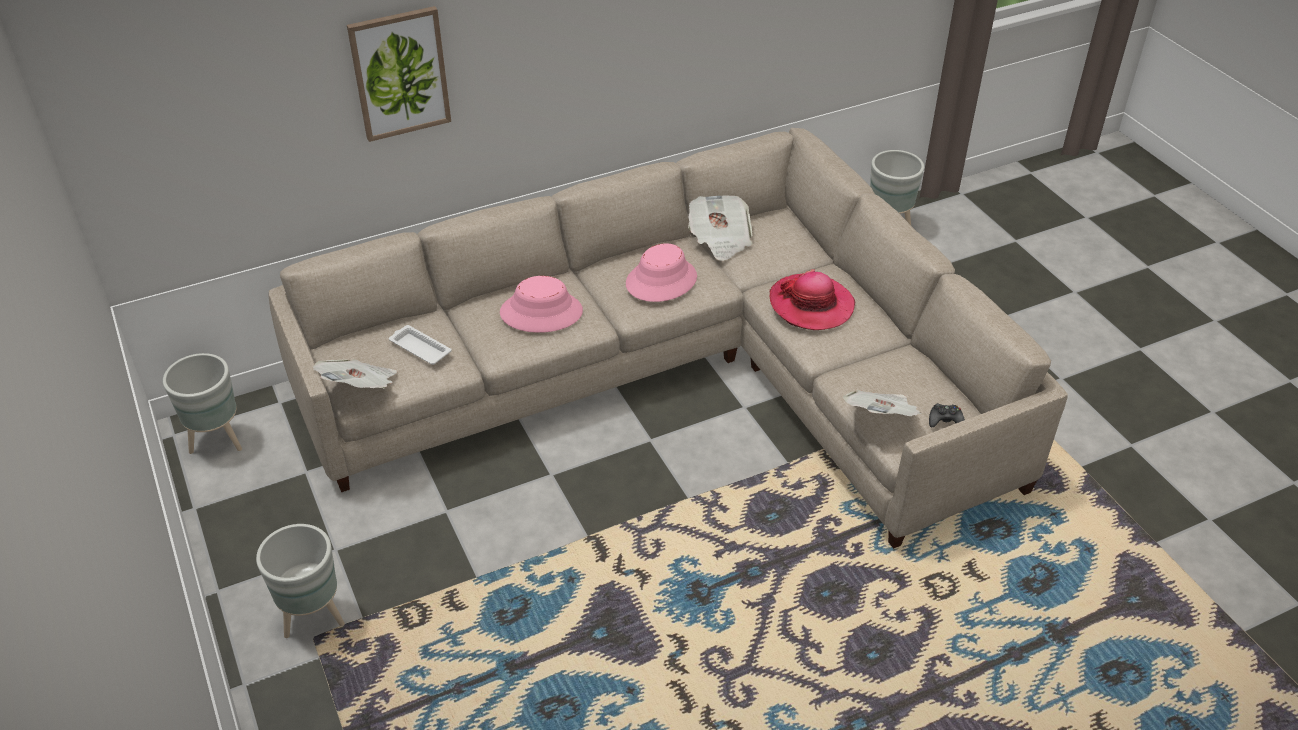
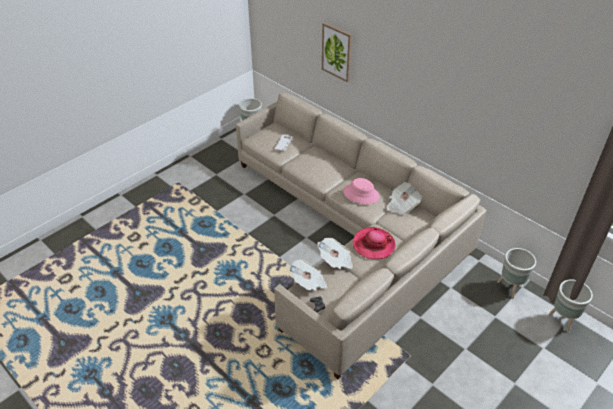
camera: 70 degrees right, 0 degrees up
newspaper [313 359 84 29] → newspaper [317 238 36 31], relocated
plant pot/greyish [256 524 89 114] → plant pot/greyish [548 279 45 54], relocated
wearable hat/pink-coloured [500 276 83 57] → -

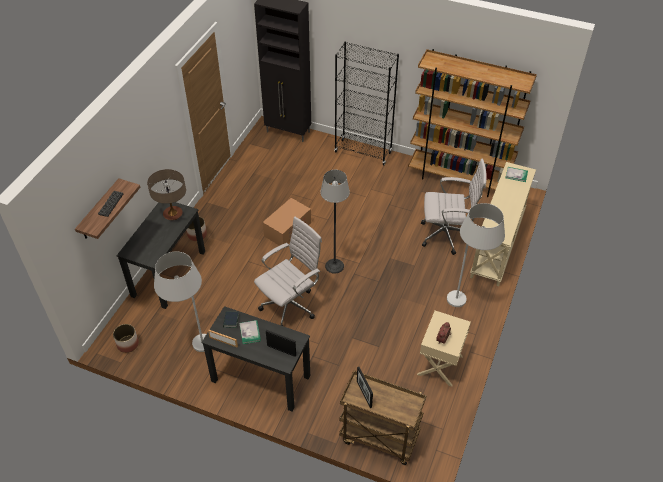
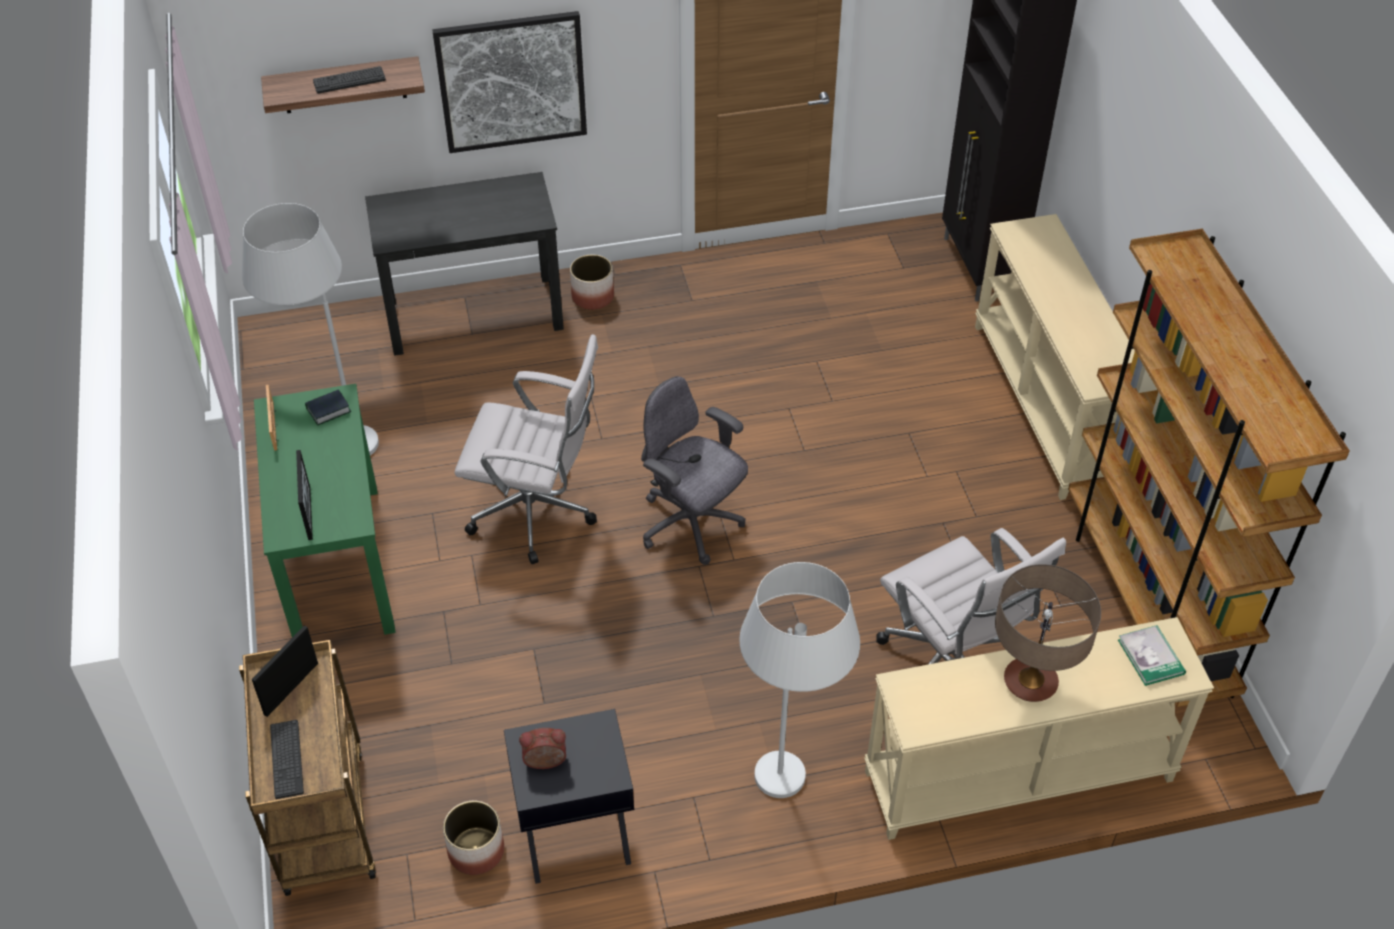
camera: 55 degrees right, 0 degrees up
desk table/black-coloured [201 306 109 106] → desk table/greenish [254 384 142 253]
- → PC keyboard [270 720 34 79]
- → wall art [432 11 155 142]
plant pot [113 324 26 29] → plant pot [443 801 61 74], relocated
nightstand/beige-coloured [417 311 54 76] → nightstand/black-coloured [504 709 130 175]
standing lamp [320 170 30 104] → office chair/greyish [641 376 107 189]
bookcase/black-coloured [334 41 65 125] → hall table/beige-coloured [975 214 160 286]
tabletop lamp [147 169 39 52] → tabletop lamp [995 564 106 138], relocated
volume [239 320 22 24] → -
carton [263 198 48 48] → -

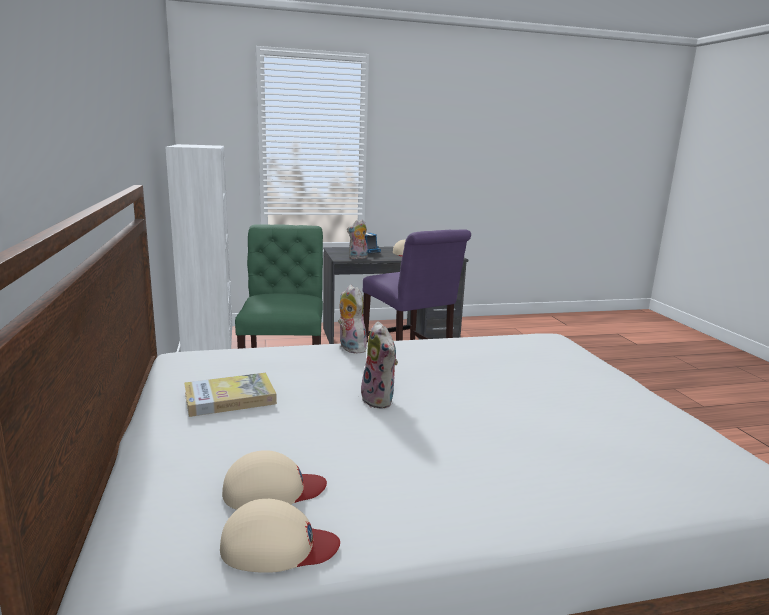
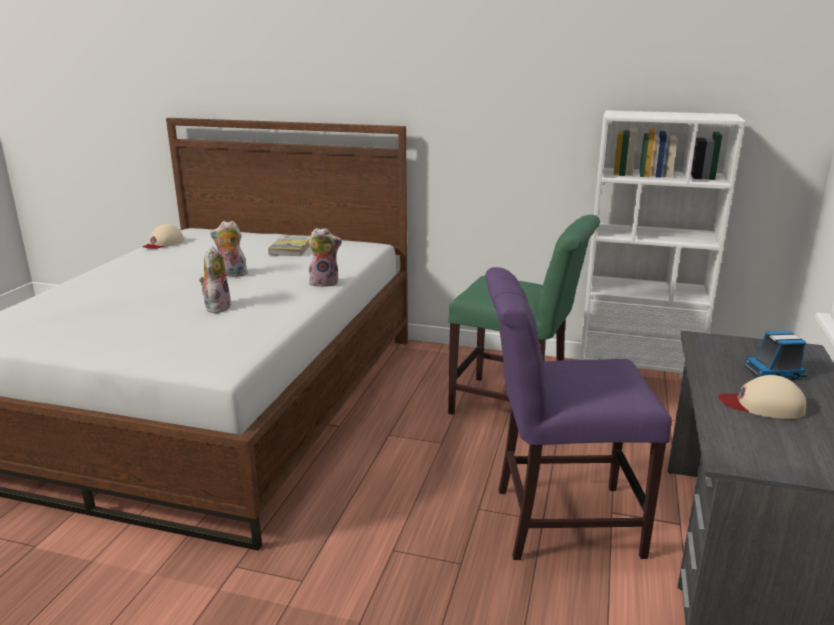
camera: 120 degrees right, 5 degrees up
plush toy [347 220 21 39] → plush toy [199 247 32 66], relocated
baseball cap/beige-coloured [222 450 105 60] → -

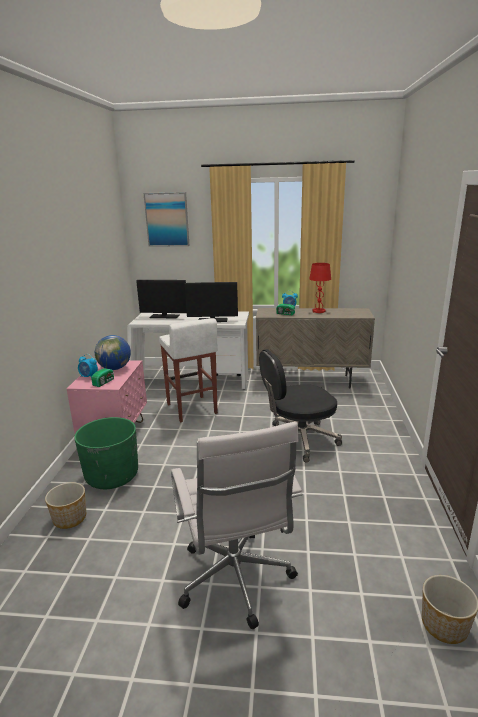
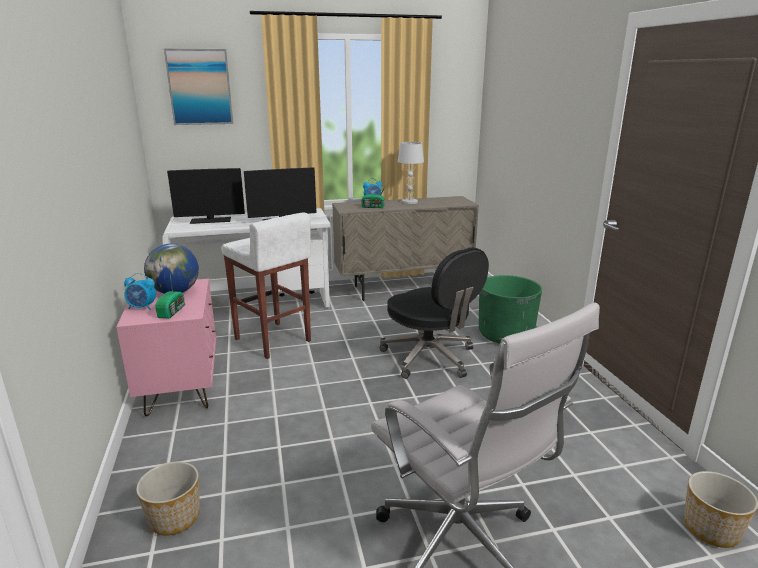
camera: 20 degrees left, 0 degrees up
office chair/black-coloured [259 349 83 114] → office chair/black-coloured [380 247 109 132], 90 degrees counterclockwise
tabletop lamp/reddish [309 263 22 50] → tabletop lamp/white-coloured [397 142 27 62]
plant pot/greenish [74 417 64 72] → plant pot/greenish [479 275 63 69], relocated

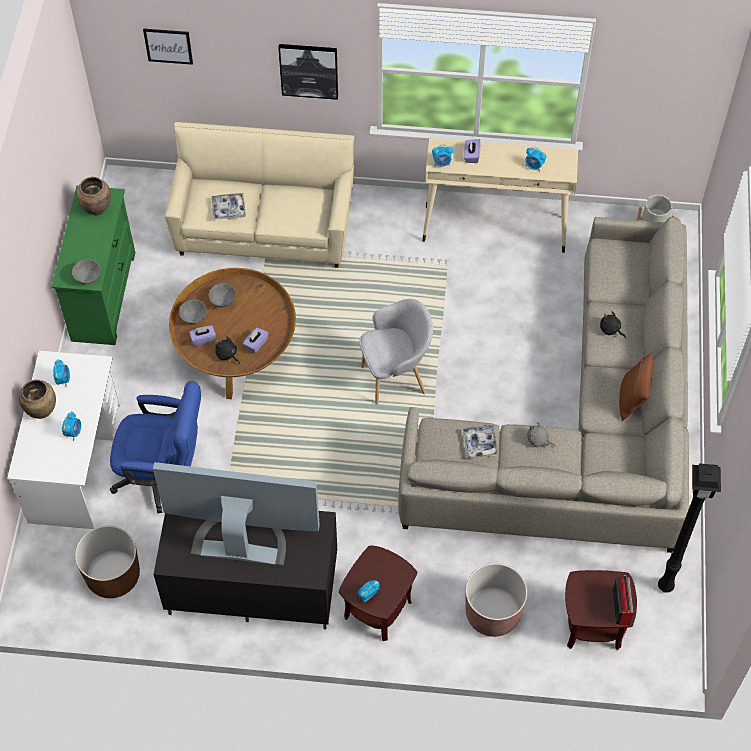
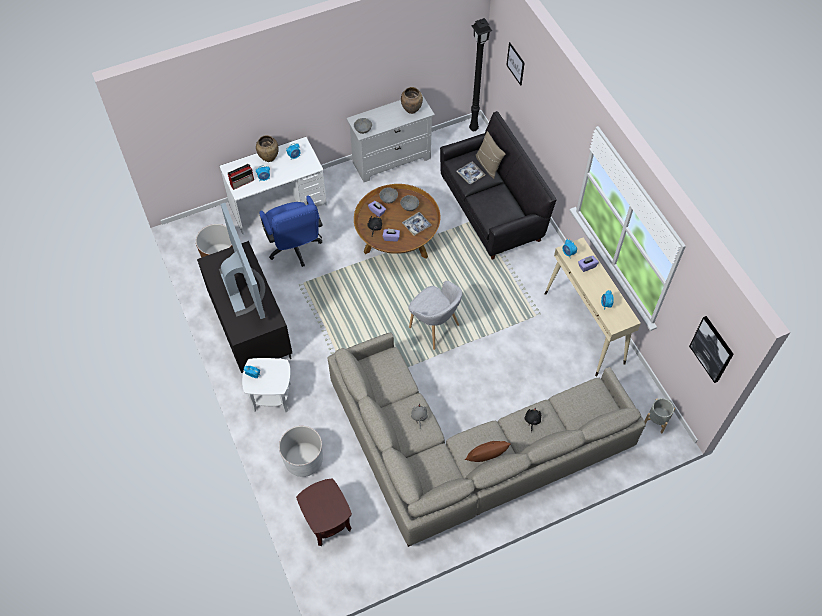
camera: 60 degrees right, 0 degrees up
radio set [612 575 22 50] → radio set [228 164 26 26], relocated
accent table/brown-coloured [339 545 78 96] → accent table/white-coloured [242 358 49 55]
plant pot/brown-coloured [465 563 62 74] → plant pot/white-coloured [279 426 44 51]
chest of drawers/greenish [51 185 85 160] → chest of drawers/white-coloured [346 93 89 89]
serving tray [461 425 38 33] → serving tray [402 212 30 24], relocated
couch/beige-coloured [165 122 189 146] → couch/black-coloured [440 111 117 149]
standing lamp/black-coloured [658 463 63 129] → standing lamp/black-coloured [469 18 23 113], relocated
- → throw pillow/beige-coloured [476 131 29 48]
wall art [278 44 60 56] → wall art [689 316 45 67], relocated

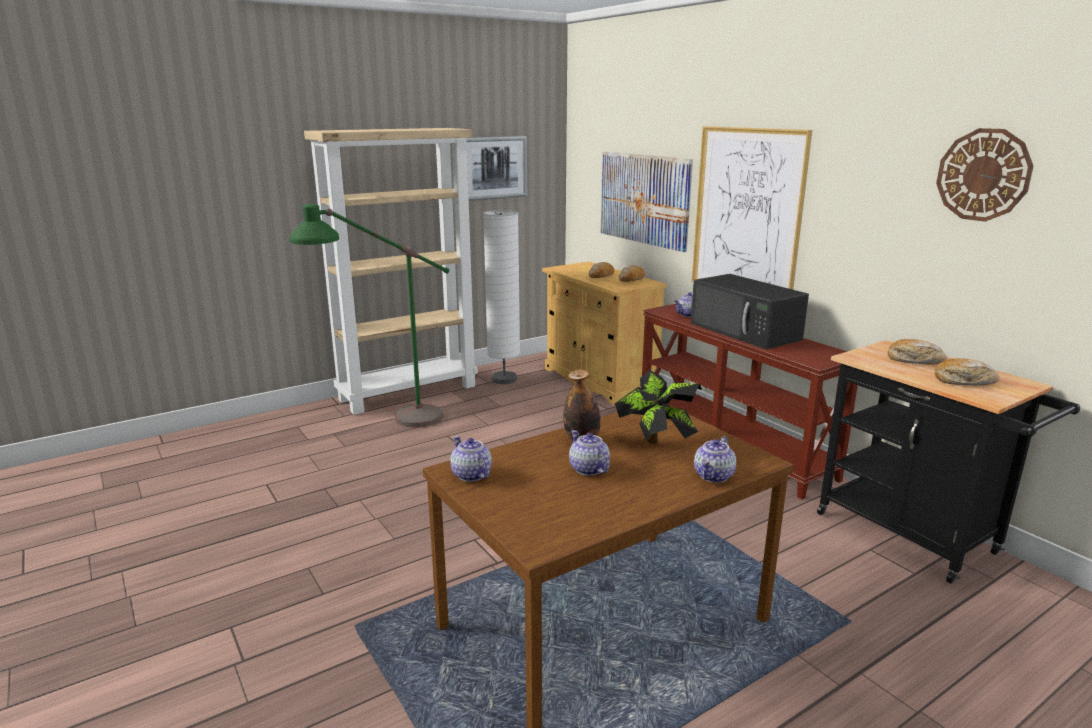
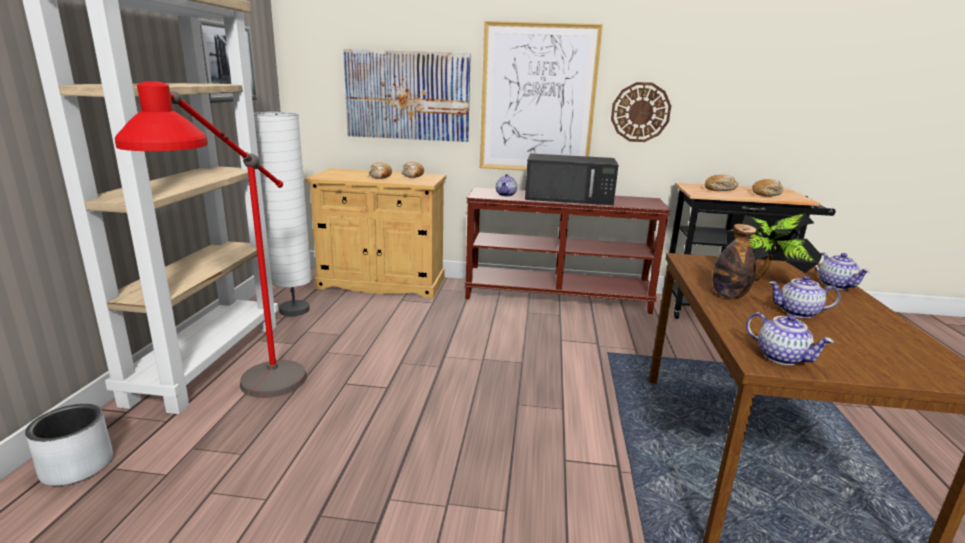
camera: 50 degrees left, 0 degrees up
- → plant pot/greyish [25 404 88 82]
standing lamp/greenish [290 204 160 223] → standing lamp/reddish [115 81 192 317]
clock on the wall [936 128 97 94] → clock on the wall [611 82 60 60], relocated
pot for tea [450 436 42 46] → pot for tea [746 312 88 53], 135 degrees counterclockwise

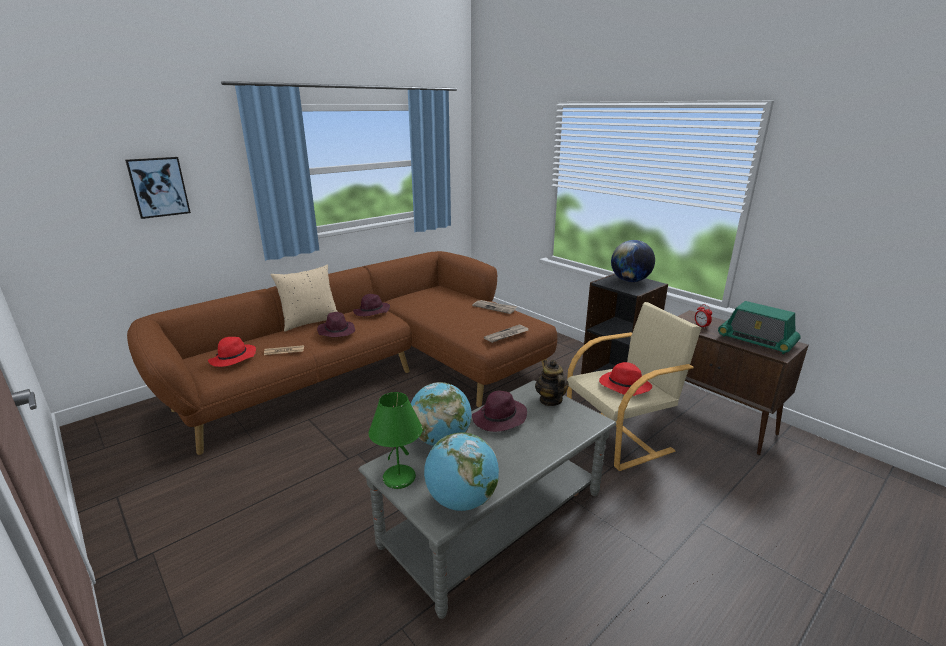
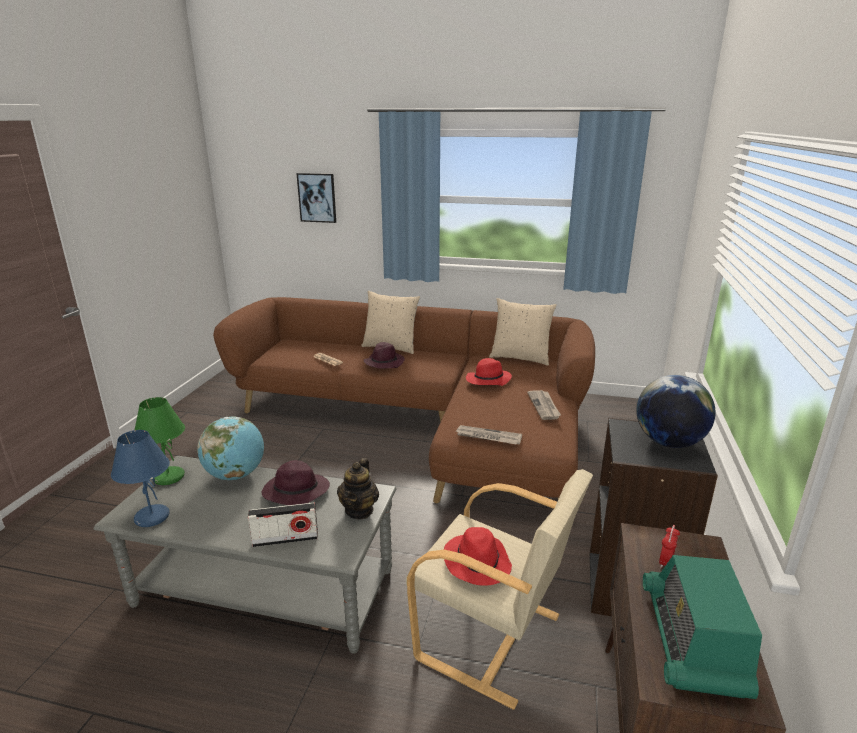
camera: 55 degrees right, 0 degrees up
desk globe [424 433 75 78] → tabletop lamp/blue-coloured [111 430 59 97]
- → radio set [248 502 70 45]
pot for tea [535 360 34 46] → pot for tea [337 458 42 61], 150 degrees clockwise
wearable hat/reddish [208 337 48 30] → wearable hat/reddish [466 358 46 28], relocated
- → throw pillow/beige-coloured [489 298 68 68]
wearable hat/purple [353 294 37 22] → -

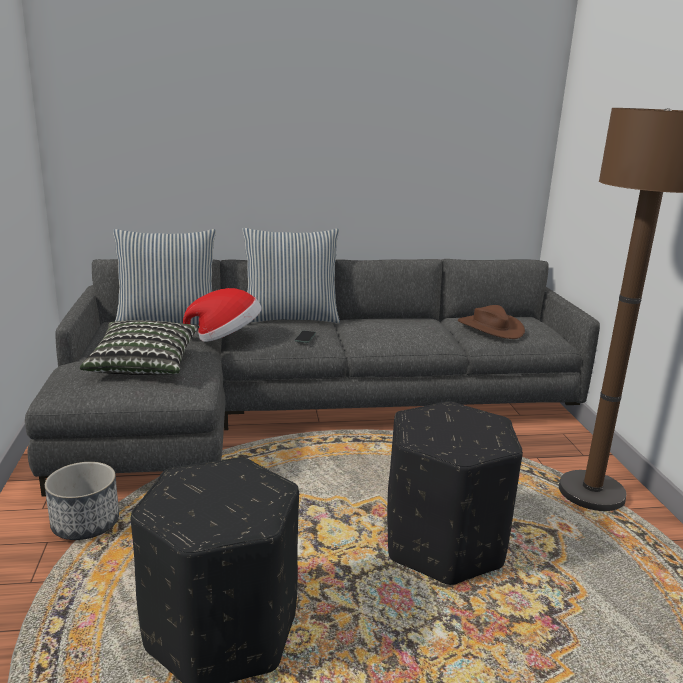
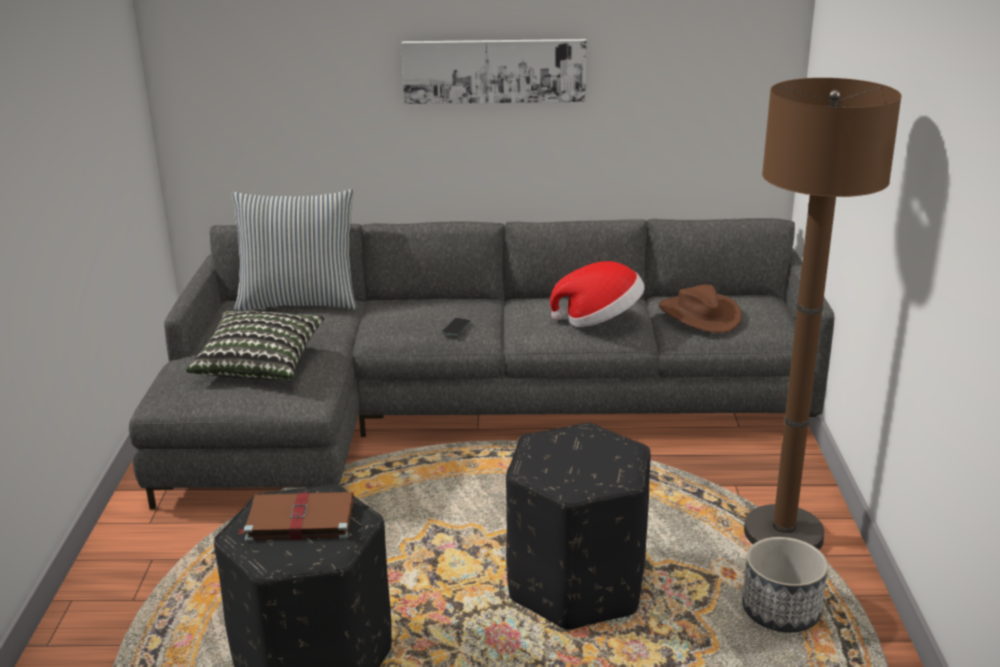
camera: 10 degrees right, 5 degrees up
- → volume/brown-coloured [238 492 116 50]
- → wall art [401 39 186 65]
wearable hat [183 288 79 54] → wearable hat [550 261 94 66], relocated
plant pot [45 462 74 78] → plant pot [742 537 86 96], relocated
throw pillow [243 228 97 95] → -

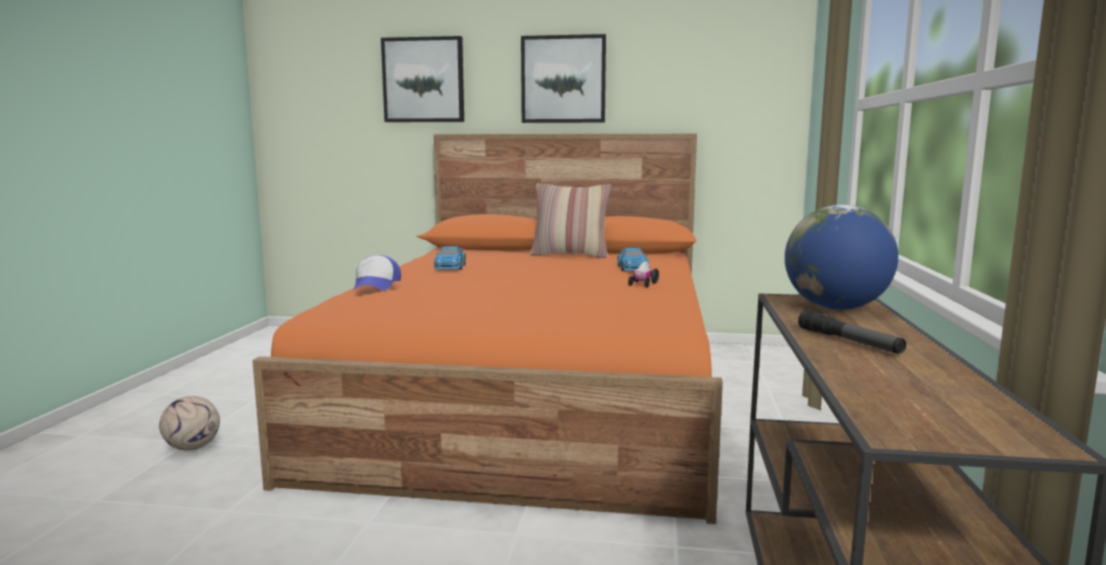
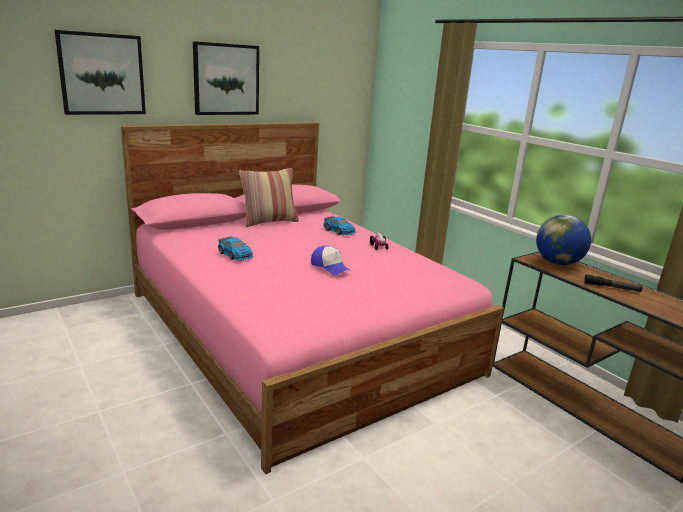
camera: 45 degrees left, 10 degrees up
bedroom bed/orangey [253 134 470 390] → bedroom bed/pink-coloured [121 122 383 352]
baseball cap [353 255 48 35] → baseball cap [311 246 39 29], relocated
football [159 396 61 55] → -

